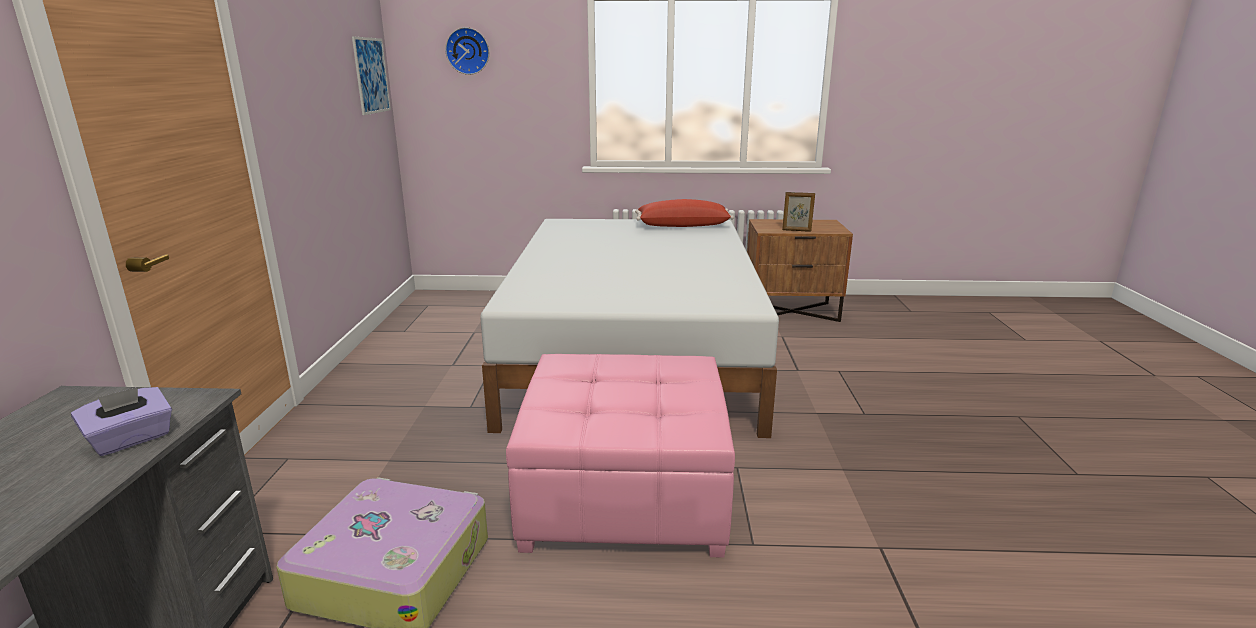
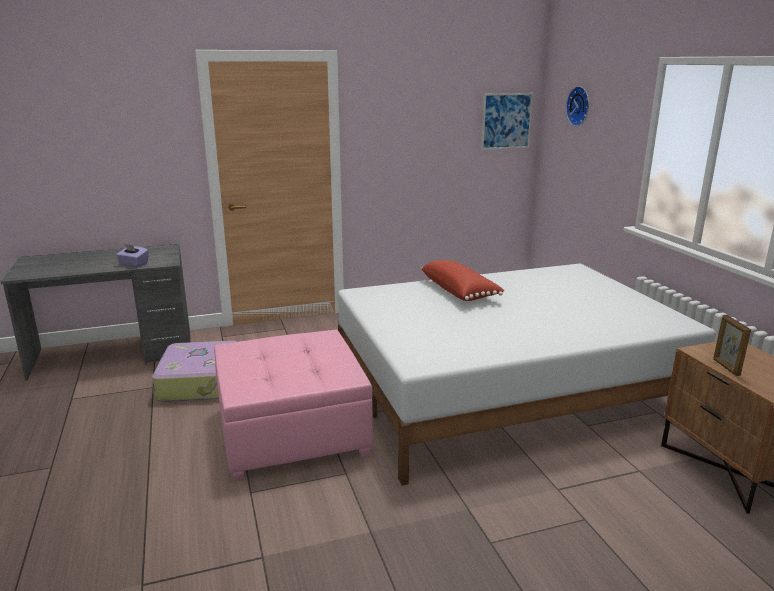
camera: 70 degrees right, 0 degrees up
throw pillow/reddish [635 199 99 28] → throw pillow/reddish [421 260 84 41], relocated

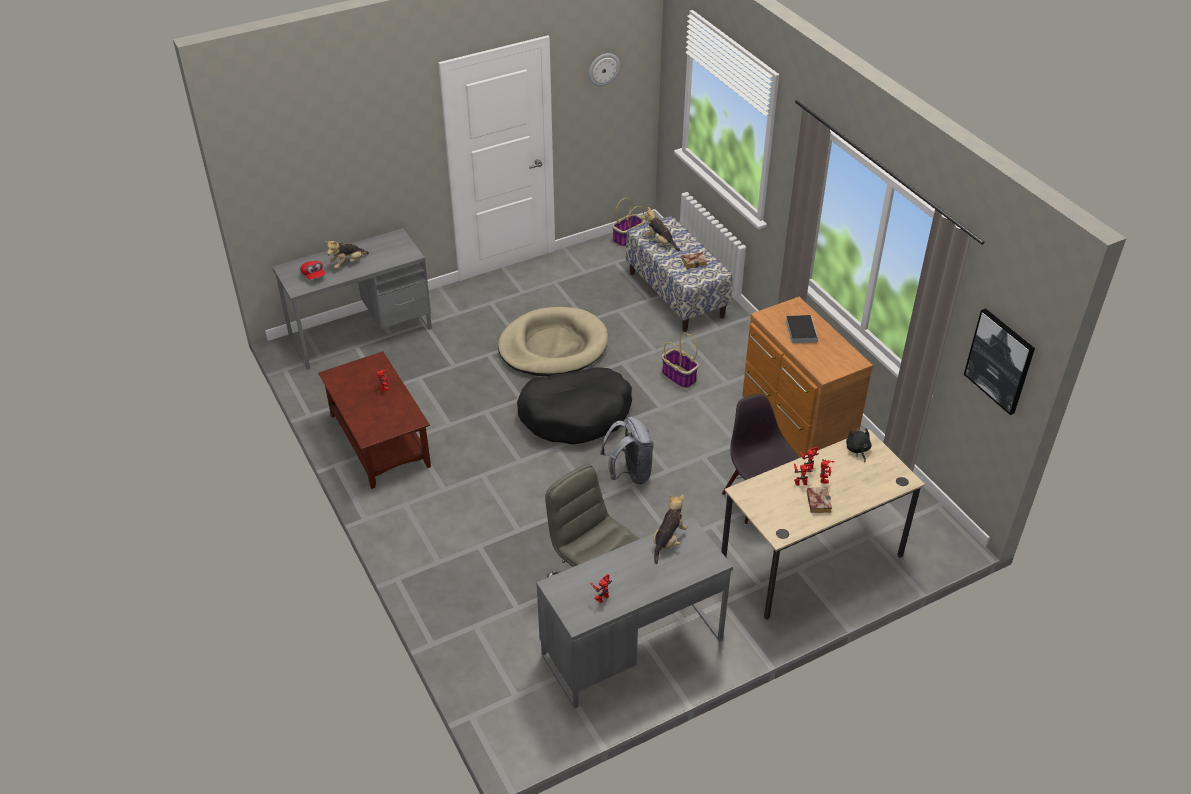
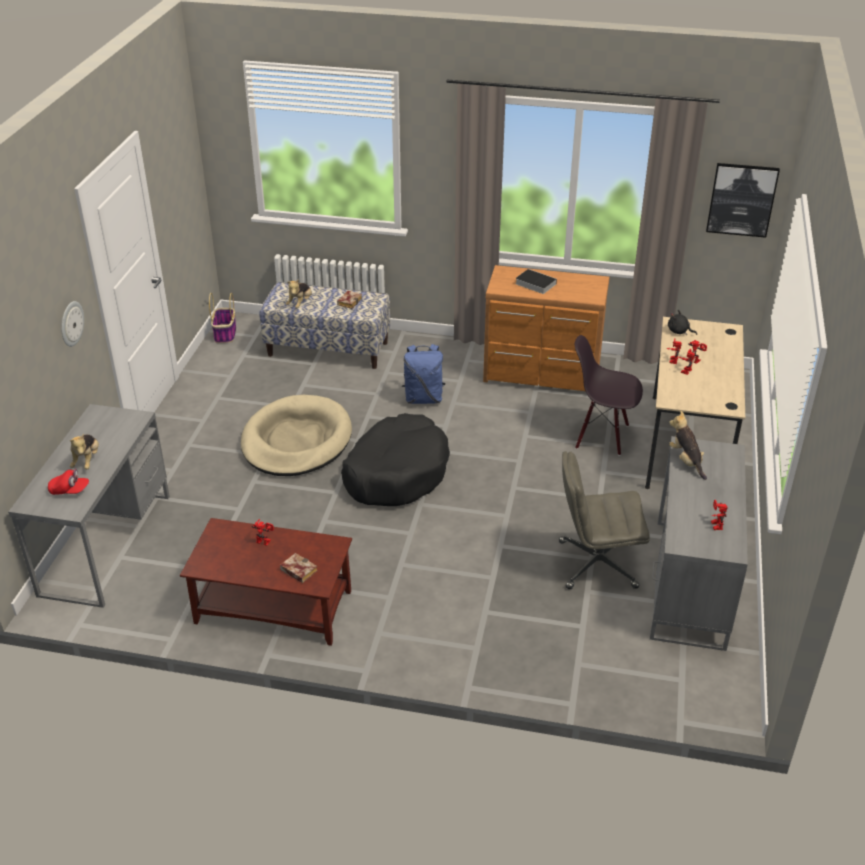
camera: 50 degrees left, 5 degrees down
clock on the wall [589 53 31 33] → clock on the wall [61 301 23 46], relocated
volume [807 487 25 26] → volume [280 553 38 30], relocated
plush toy [641 207 39 44] → plush toy [286 279 26 29], 60 degrees counterclockwise
basket [662 333 37 56] → backpack/blue-coloured [402 344 44 60]
backpack/greyish [600 416 54 69] → -

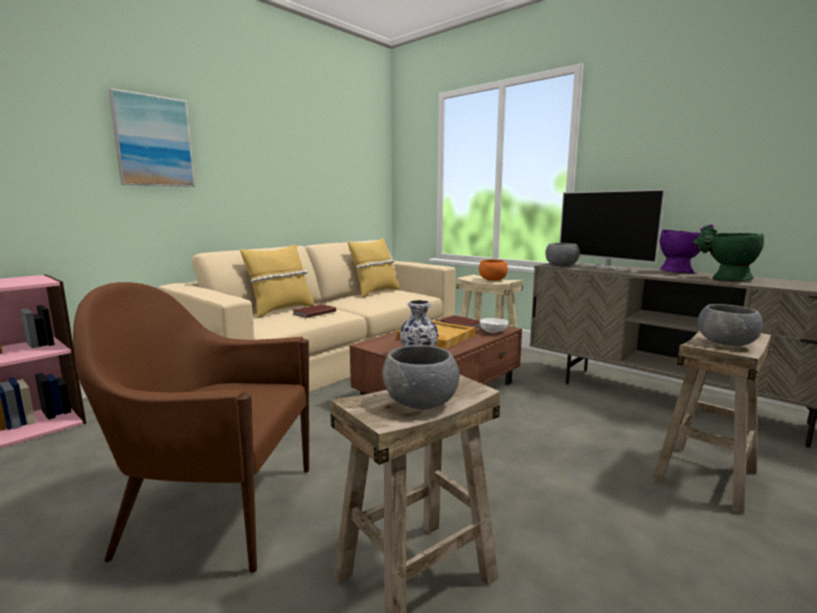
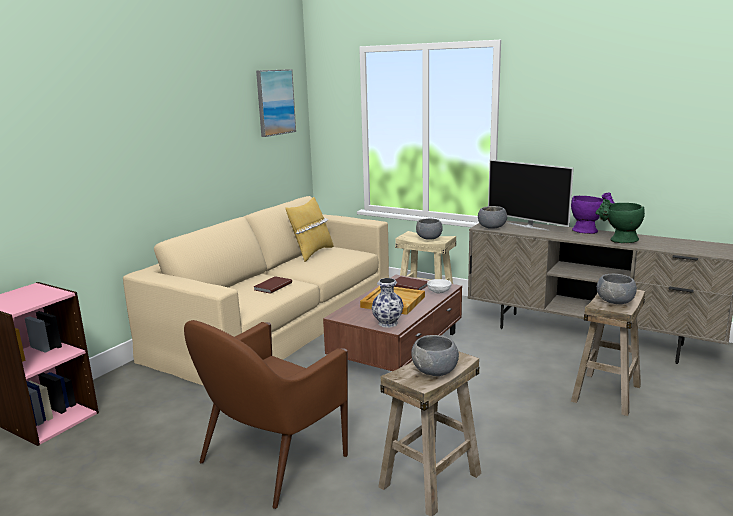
camera: 10 degrees left, 5 degrees up
easy chair/brown-coloured [73 282 236 291] → easy chair/brown-coloured [184 320 164 189], 45 degrees counterclockwise
wall art [108 88 87 99] → wall art [256 69 40 68], relocated
deep dish/orangey [479 260 29 21] → deep dish/greyish [416 218 27 22]
throw pillow/yellow [240 245 74 73] → -

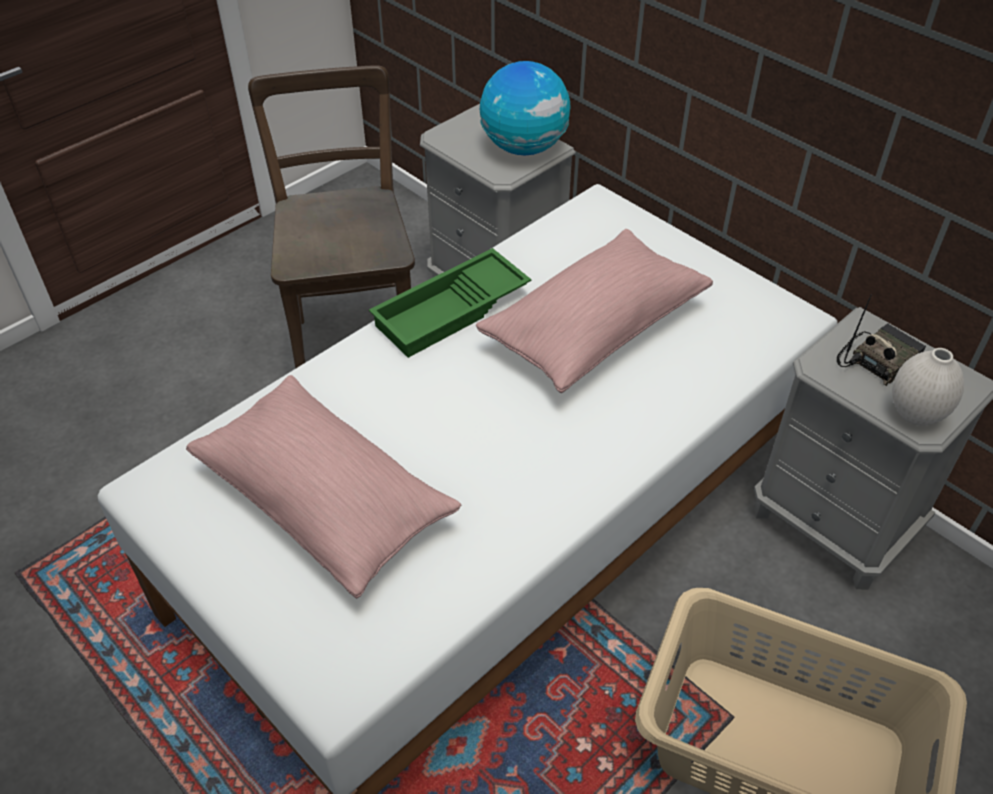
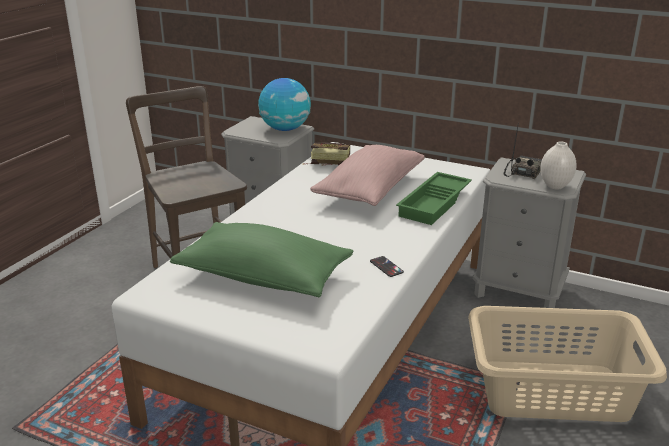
camera: 20 degrees left, 20 degrees down
throw pillow/pink-coloured [186 375 275 224] → throw pillow/greenish [170 222 183 75]
- → volume [302 142 48 24]
- → phone [370 256 34 21]
serving tray/greenish [369 248 162 110] → serving tray/greenish [396 172 76 53], relocated

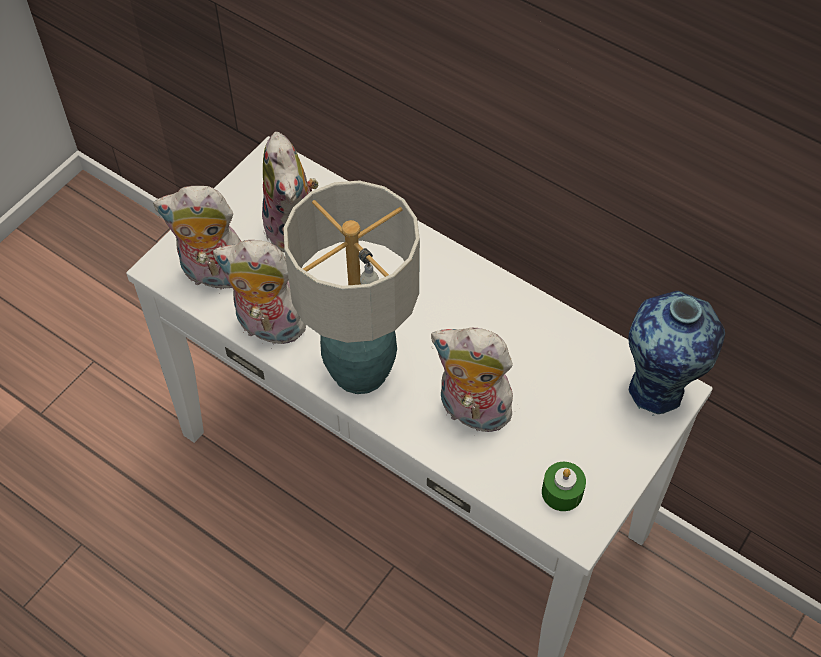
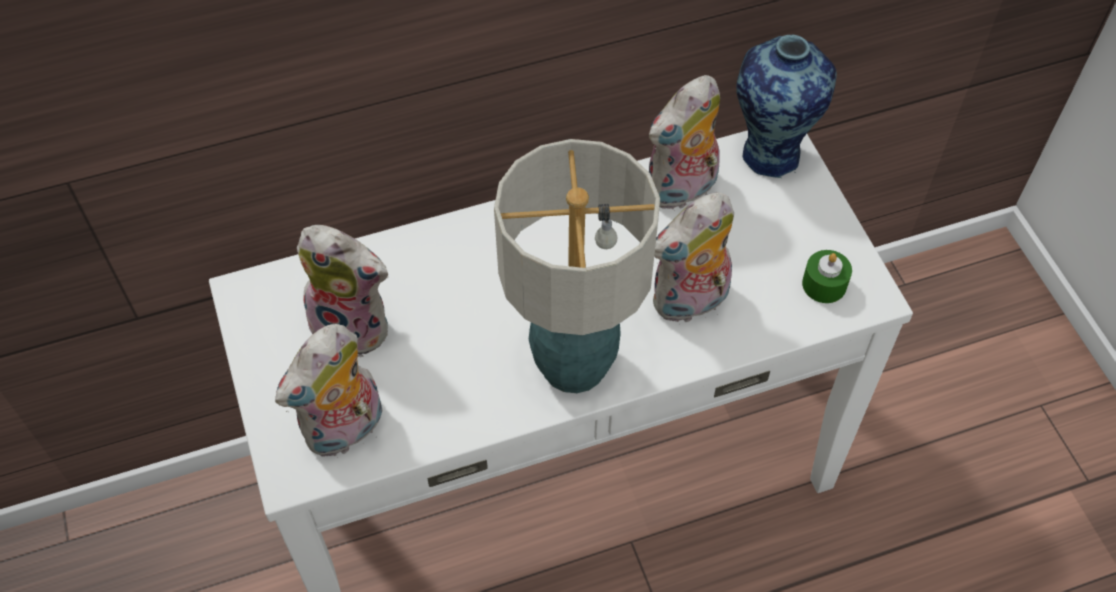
camera: 55 degrees left, 0 degrees up
plush toy [213 240 93 104] → plush toy [649 75 71 136], relocated

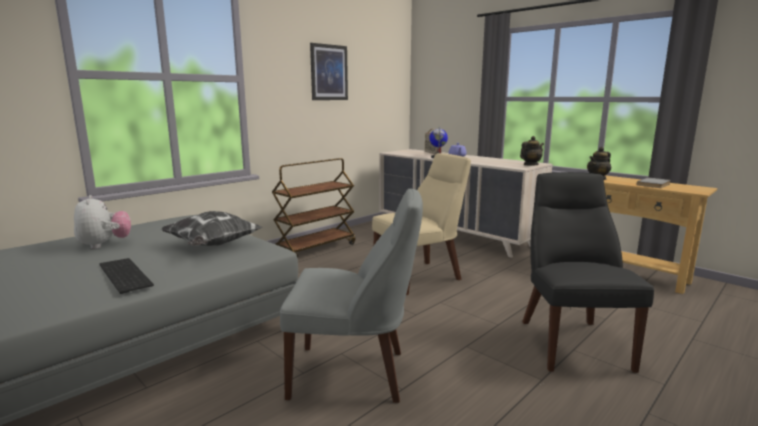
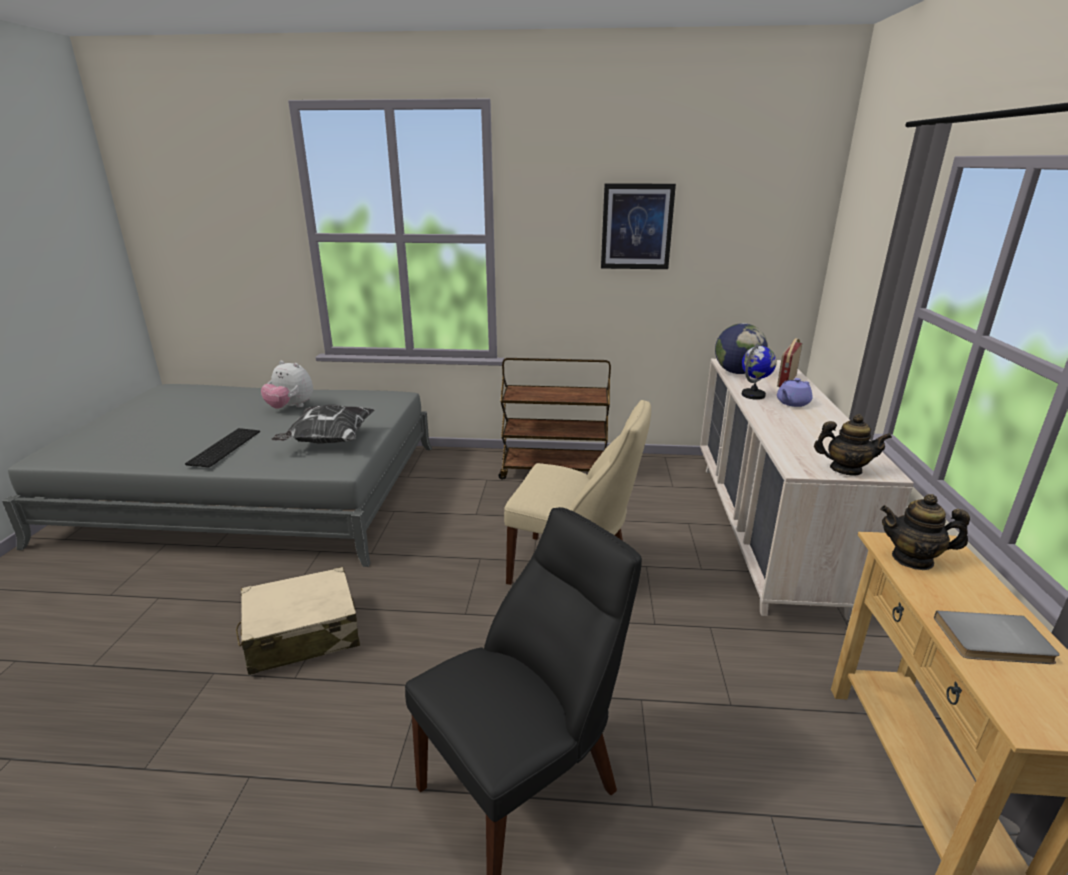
camera: 50 degrees right, 10 degrees up
upright chair/greyish [280 188 143 215] → piece of luggage/beige-coloured [236 567 124 108]
plush toy [74 195 57 54] → plush toy [261 361 52 48], 90 degrees clockwise
- → desk globe [715 323 53 51]

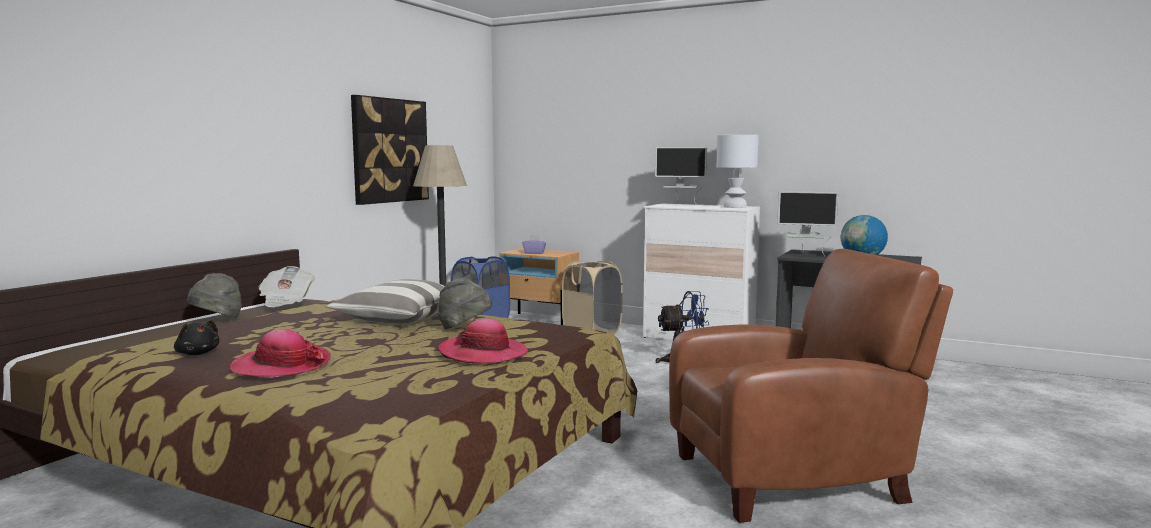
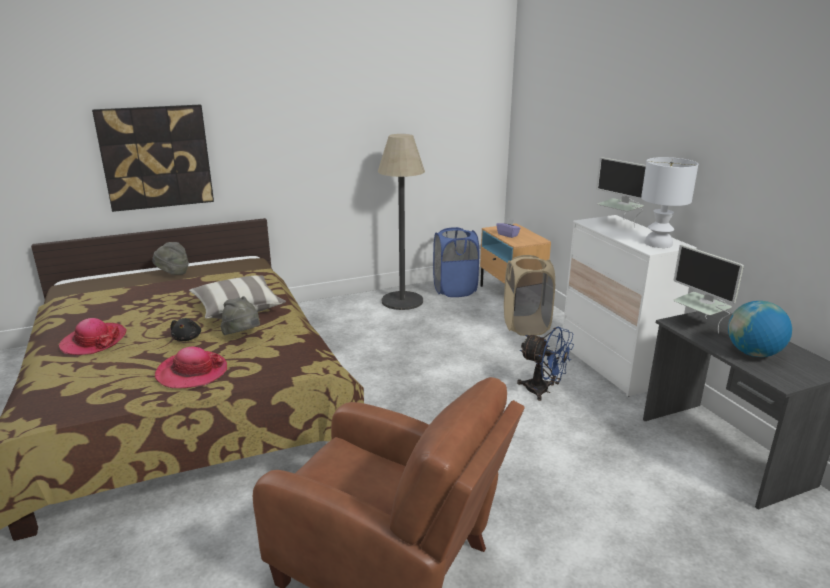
camera: 40 degrees right, 15 degrees up
wall art [351 95 78 110] → wall art [92 105 122 107], relocated
plush toy/black-coloured [174 320 45 35] → plush toy/black-coloured [170 318 31 23], relocated
newspaper [259 266 56 41] → -

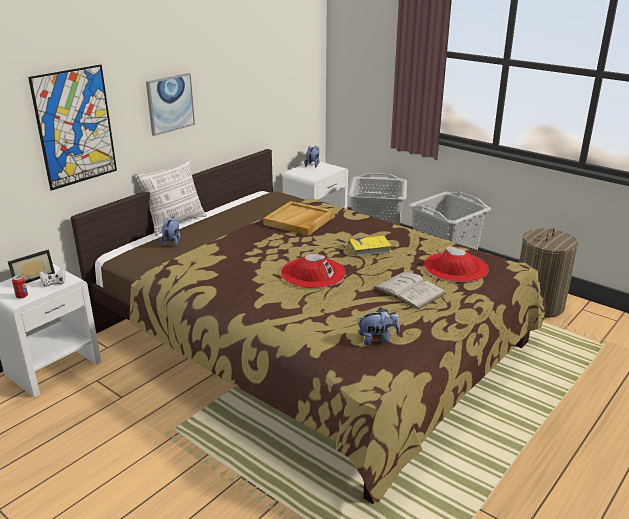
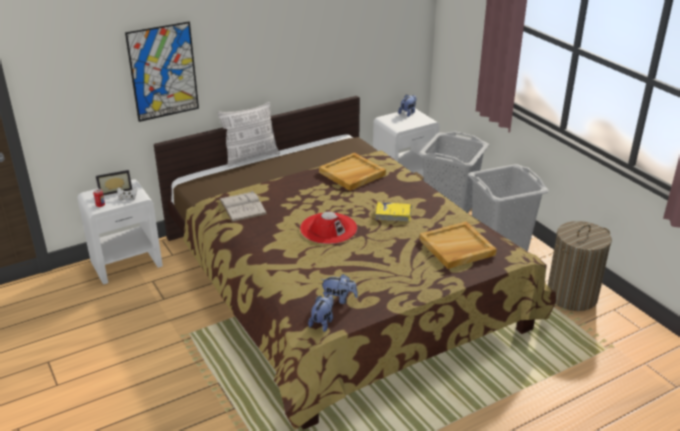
camera: 20 degrees right, 5 degrees up
volume/white-coloured [373 271 74 39] → volume/white-coloured [219 191 48 31], relocated
plush toy [160 216 21 30] → plush toy [308 294 26 38], relocated
wearable hat/reddish [424 246 65 36] → serving tray/beige-coloured [419 221 78 48]
wall art [146 73 49 63] → -

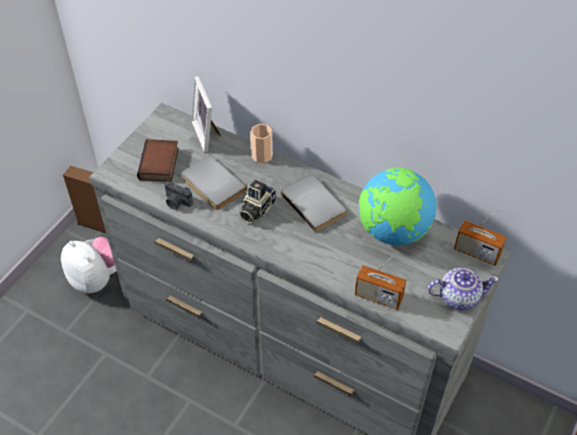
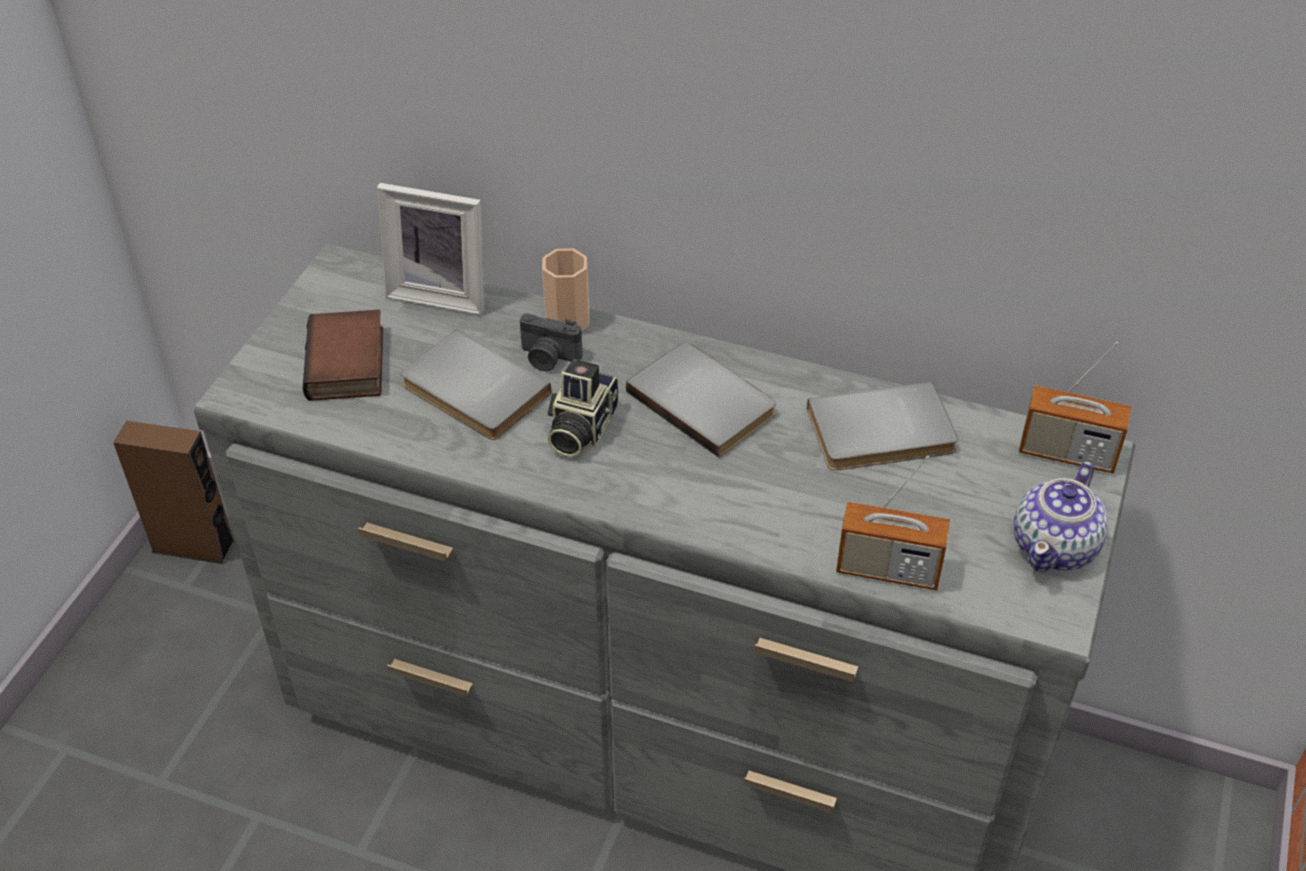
camera: 10 degrees left, 5 degrees down
picture frame [191 76 30 76] → picture frame [377 183 107 132], 45 degrees counterclockwise
still camera [164 181 29 29] → still camera [520 313 63 58], relocated
desk globe [359 168 77 77] → volume/greyish [807 382 151 88]
pot for tea [428 268 71 42] → pot for tea [1014 461 94 111], 135 degrees clockwise
plush toy [61 237 56 56] → -

